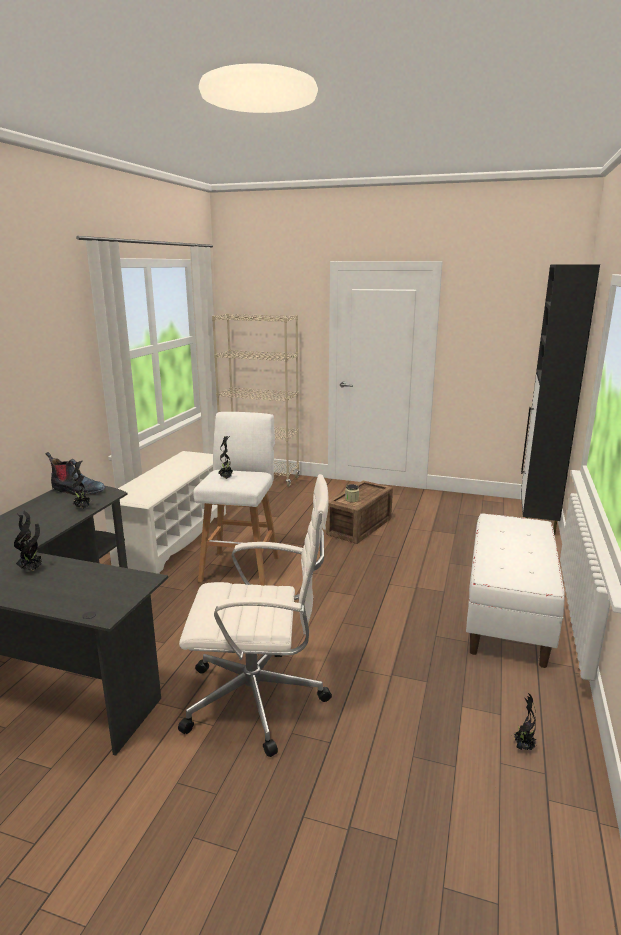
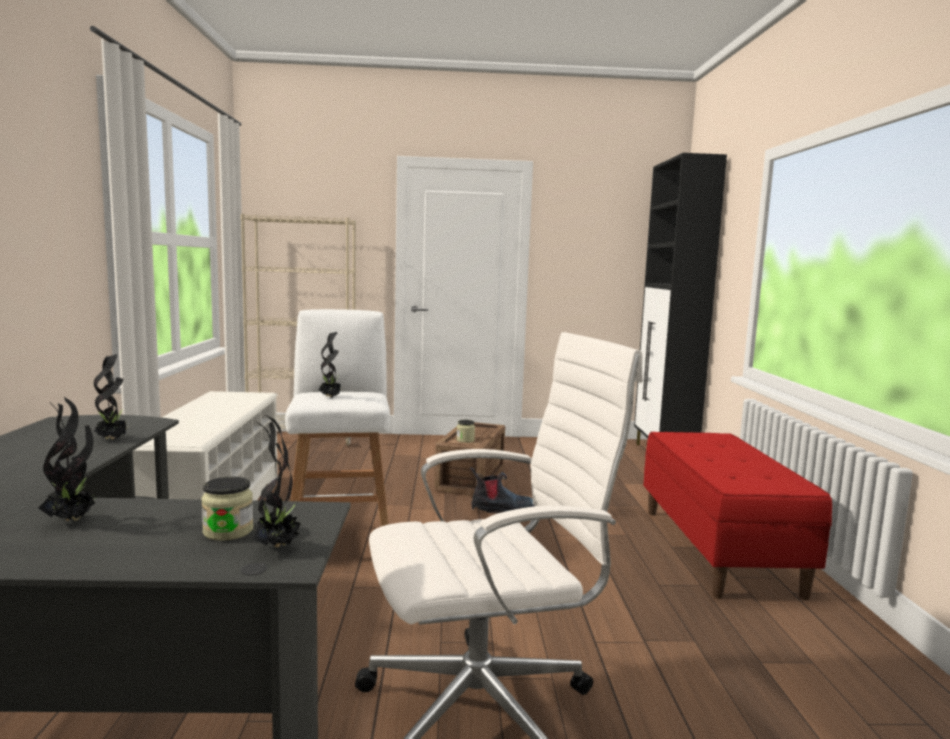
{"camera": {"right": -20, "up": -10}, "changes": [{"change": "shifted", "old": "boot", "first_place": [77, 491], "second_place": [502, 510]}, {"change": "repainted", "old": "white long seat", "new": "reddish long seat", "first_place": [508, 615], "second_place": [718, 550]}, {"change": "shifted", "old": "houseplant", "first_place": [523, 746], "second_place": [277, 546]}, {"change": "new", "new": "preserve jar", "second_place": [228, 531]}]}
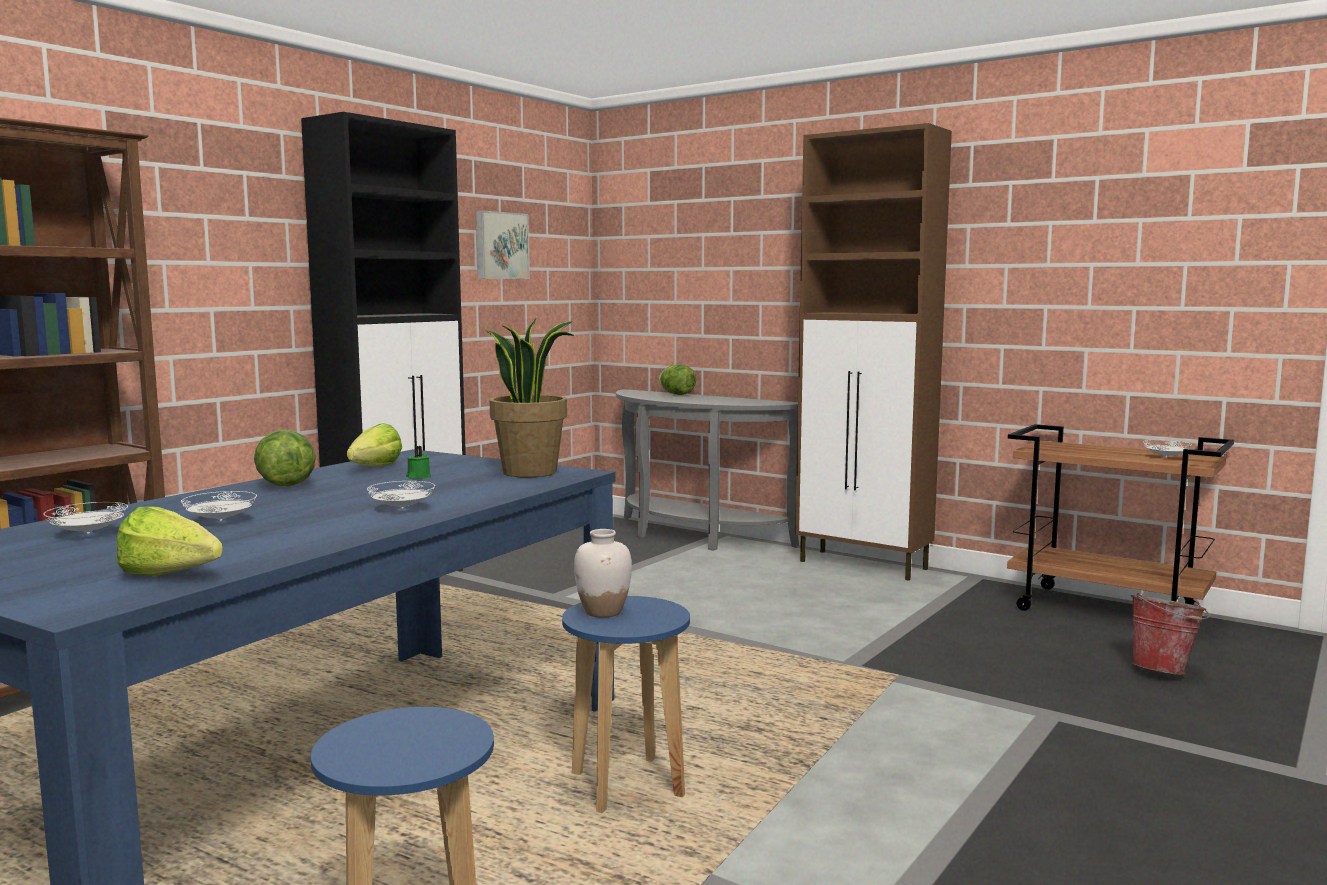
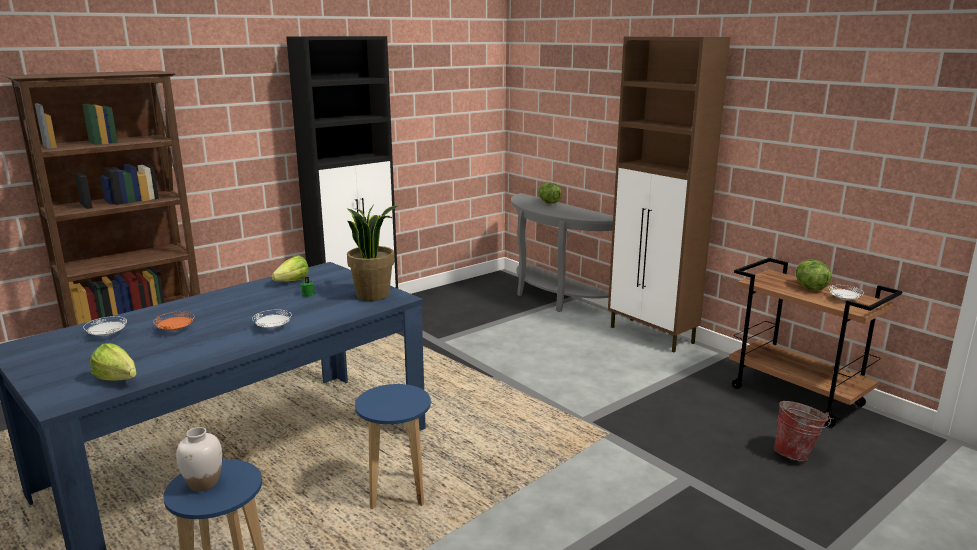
{"camera": {"right": 15, "up": 10}, "changes": [{"change": "gone", "old": "picture", "first_place": [500, 245]}, {"change": "shifted", "old": "lettuce", "first_place": [286, 484], "second_place": [810, 287]}, {"change": "repainted", "old": "white dinner plate", "new": "orange dinner plate", "first_place": [220, 521], "second_place": [175, 330]}, {"change": "shifted", "old": "white flower vase", "first_place": [603, 612], "second_place": [204, 484]}]}
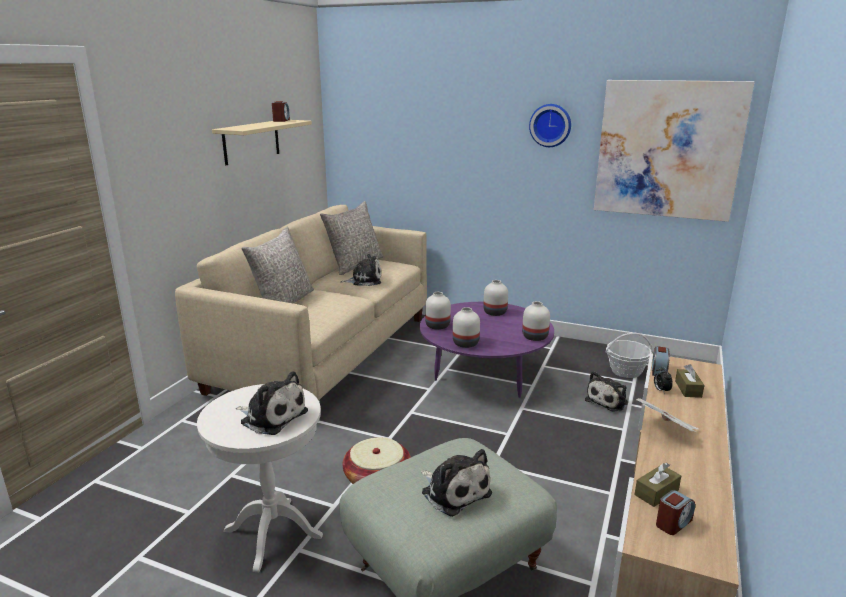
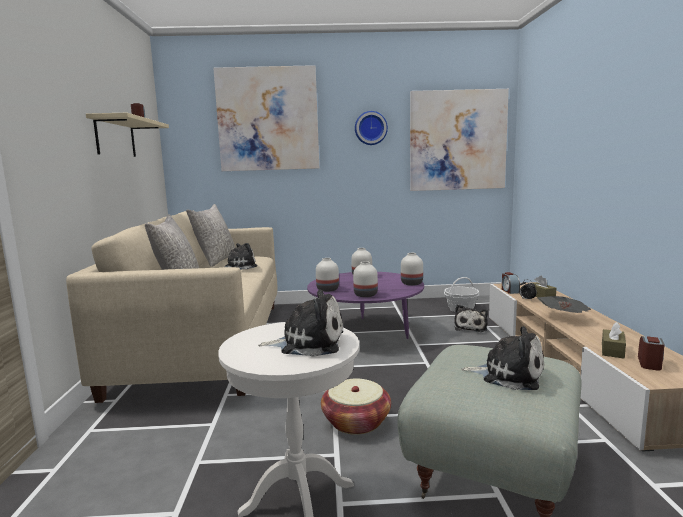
{"camera": {"right": -25, "up": -10}, "changes": [{"change": "new", "new": "picture", "second_place": [268, 119]}]}
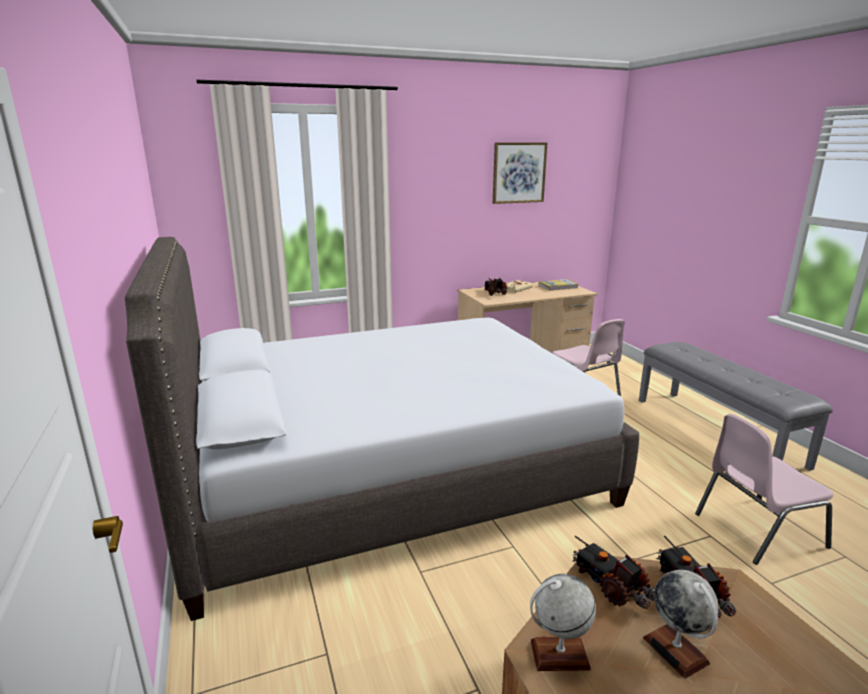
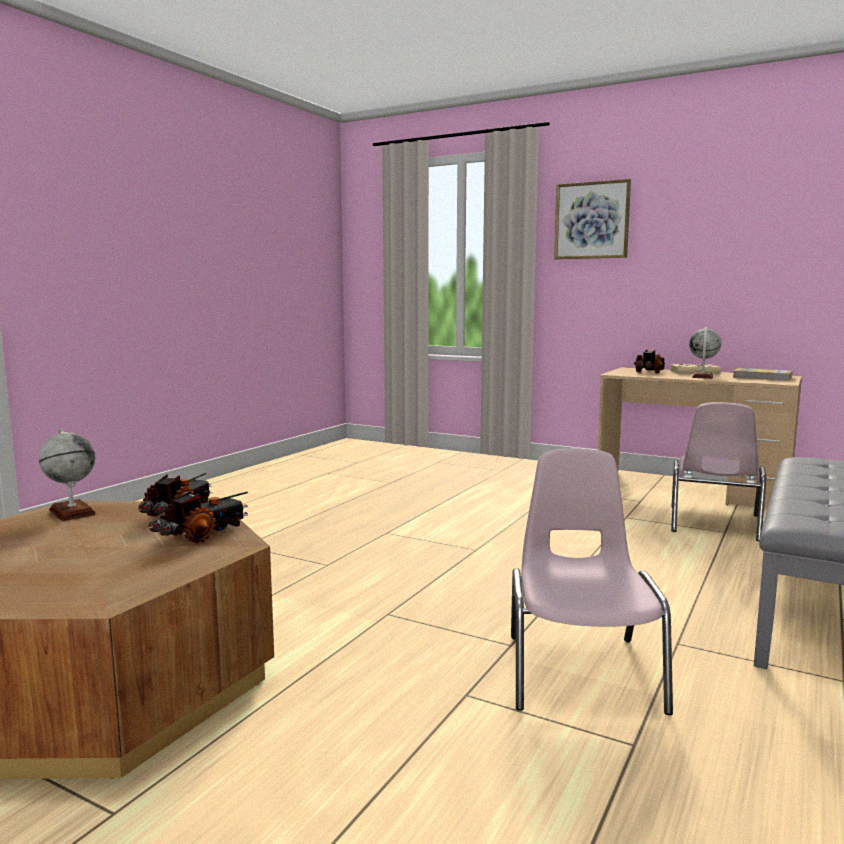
{"camera": {"right": 50, "up": -10}, "changes": [{"change": "shifted", "old": "picture", "first_place": [519, 173], "second_place": [591, 220]}, {"change": "gone", "old": "greyish bed", "first_place": [390, 473]}, {"change": "rotated", "old": "pinkish upright chair", "first_place": [756, 529], "second_place": [581, 671], "degrees": 60}, {"change": "shifted", "old": "world globe", "first_place": [676, 650], "second_place": [702, 376]}]}
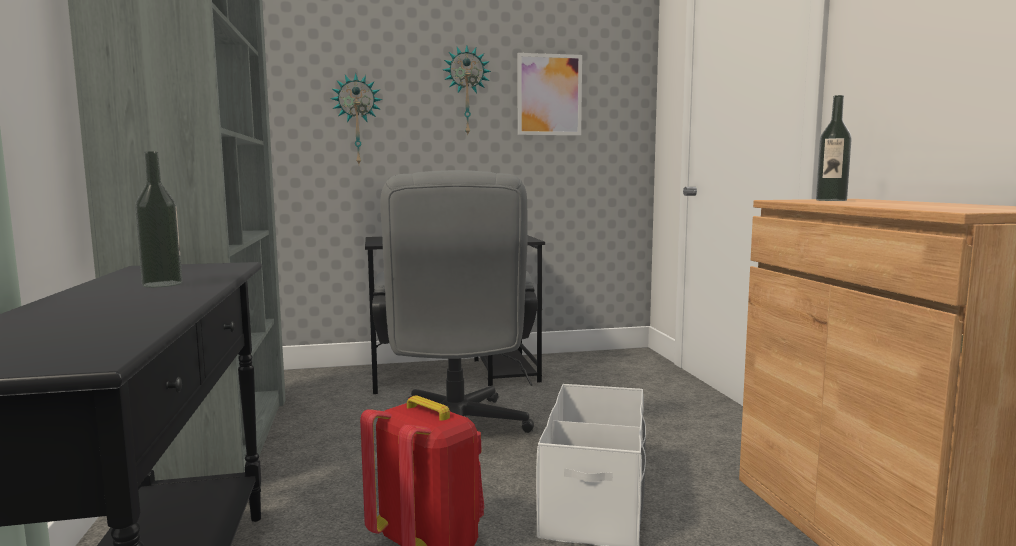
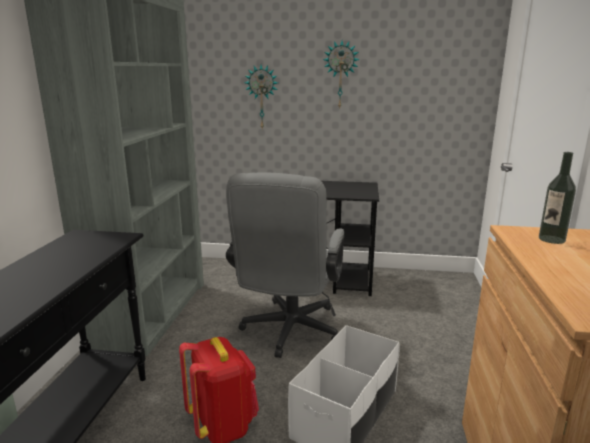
{"camera": {"right": 20, "up": 10}, "changes": [{"change": "gone", "old": "picture", "first_place": [549, 95]}, {"change": "gone", "old": "bottle", "first_place": [162, 284]}]}
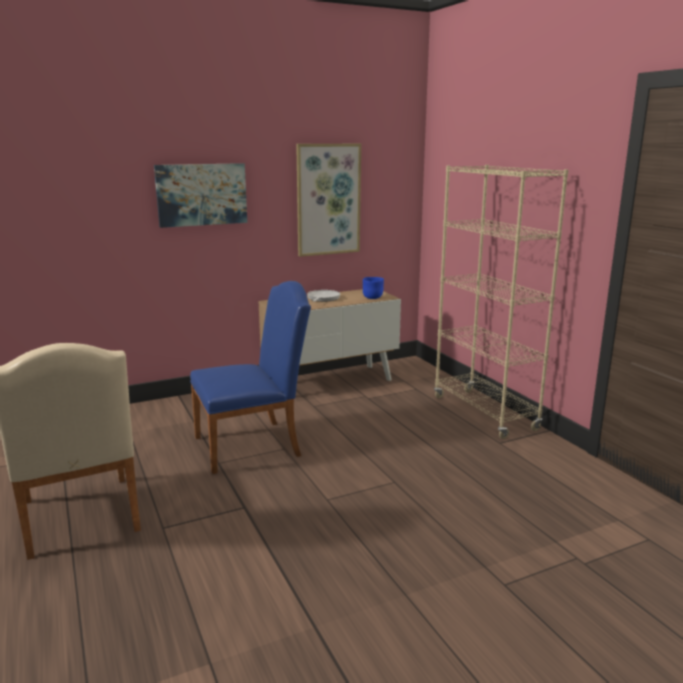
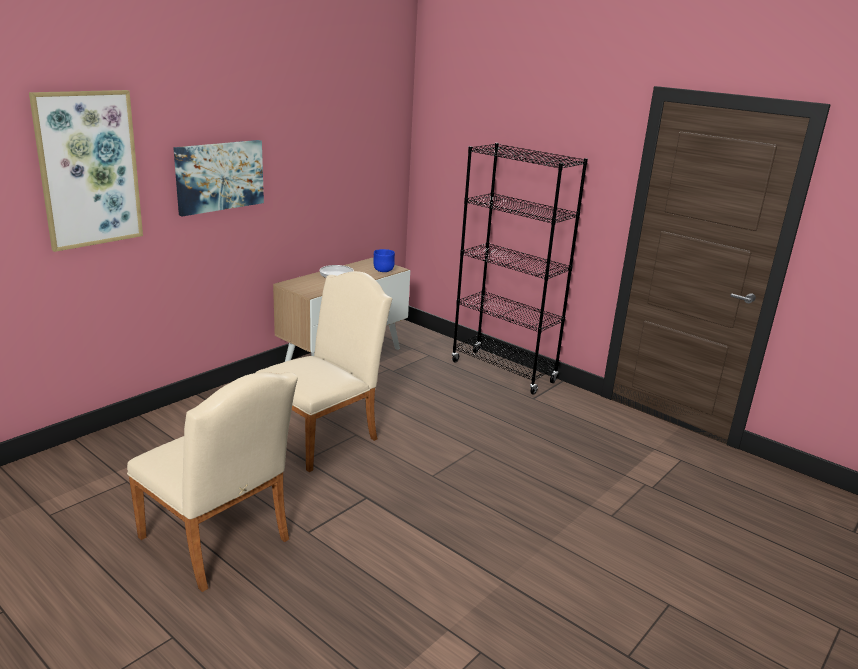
{"camera": {"right": -25, "up": 5}, "changes": [{"change": "shifted", "old": "picture", "first_place": [328, 200], "second_place": [89, 169]}, {"change": "repainted", "old": "beige bookcase", "new": "black bookcase", "first_place": [484, 413], "second_place": [503, 372]}, {"change": "repainted", "old": "bluish upright chair", "new": "beige upright chair", "first_place": [254, 445], "second_place": [324, 435]}]}
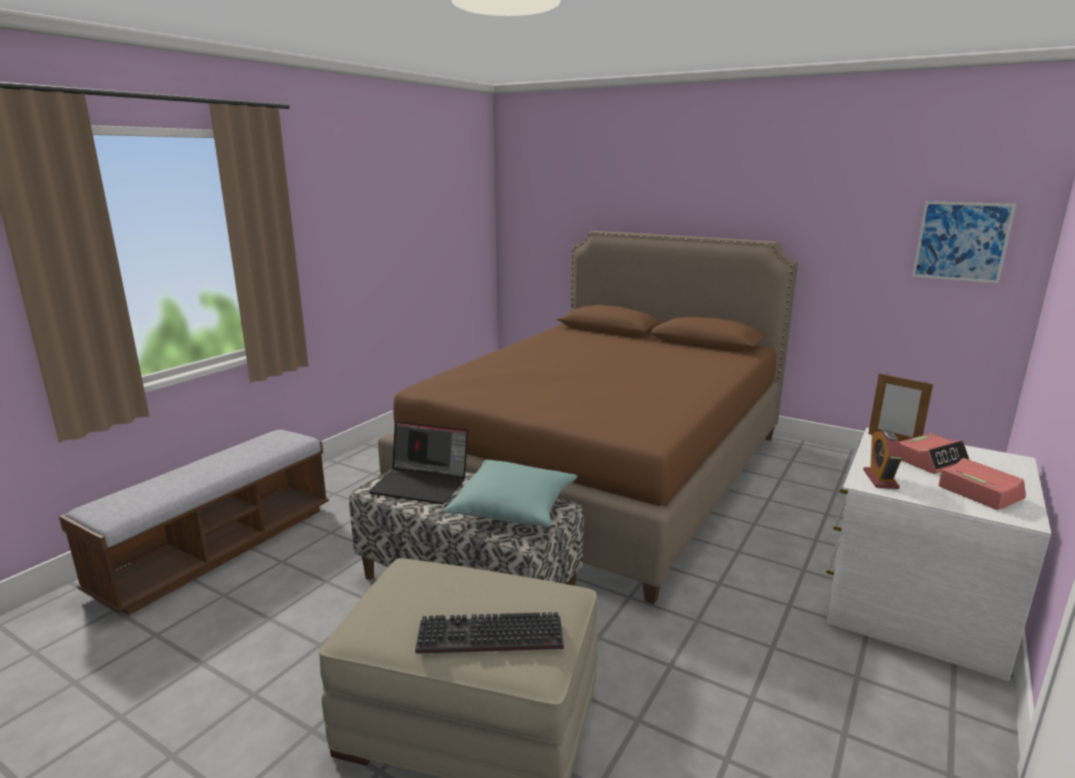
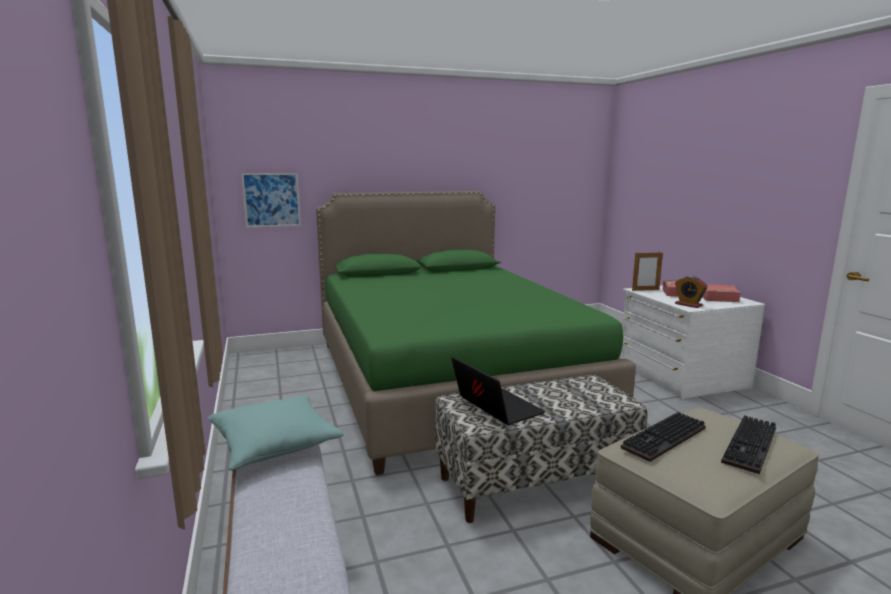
{"camera": {"right": -50, "up": -5}, "changes": [{"change": "shifted", "old": "picture", "first_place": [961, 241], "second_place": [271, 200]}, {"change": "repainted", "old": "brown bed", "new": "greenish bed", "first_place": [603, 471], "second_place": [447, 381]}, {"change": "rotated", "old": "portable computer", "first_place": [422, 484], "second_place": [495, 407], "degrees": -90}, {"change": "shifted", "old": "turquoise-coloured cushion", "first_place": [513, 509], "second_place": [275, 444]}, {"change": "new", "new": "keyboard", "second_place": [665, 439]}]}
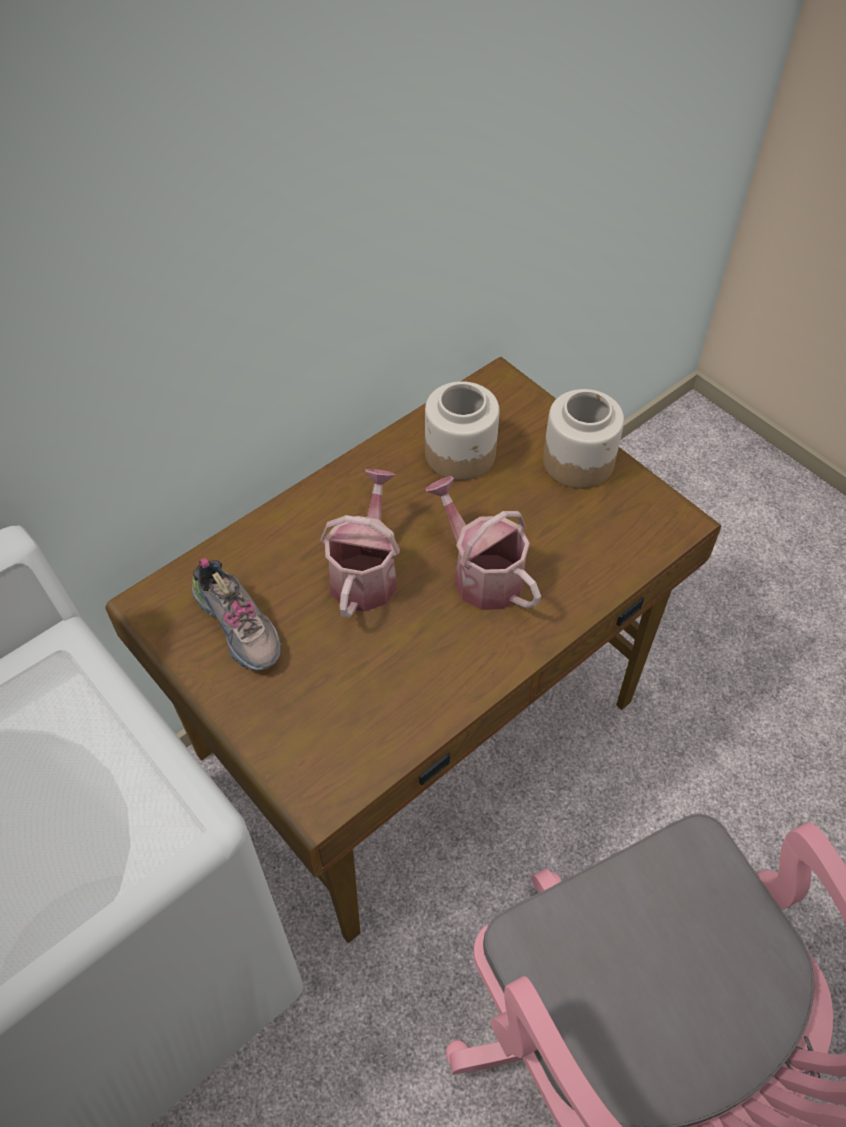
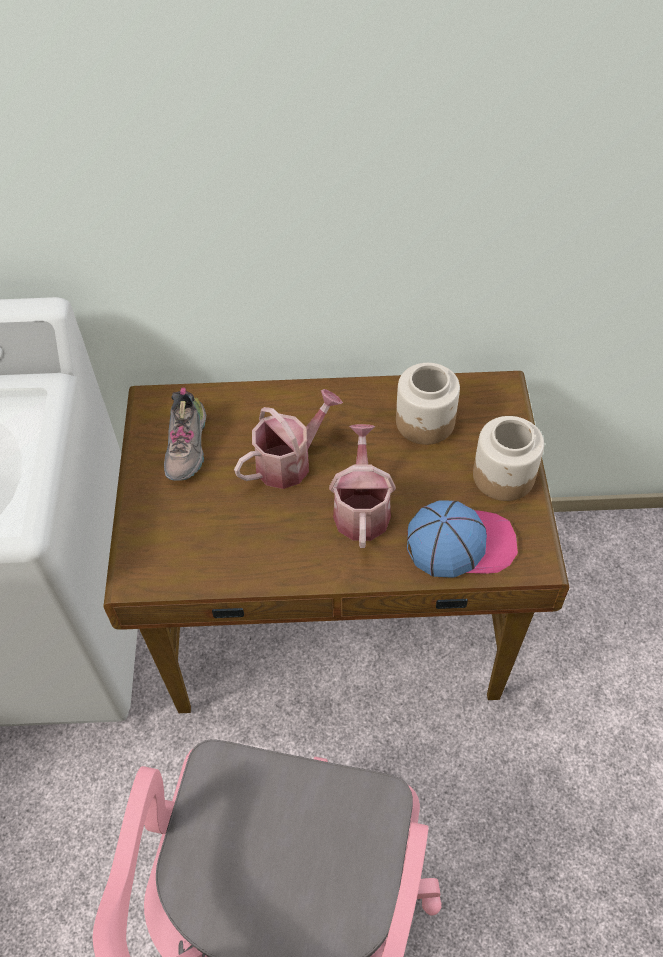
{"camera": {"right": 40, "up": 0}, "changes": [{"change": "new", "new": "cap", "second_place": [461, 543]}]}
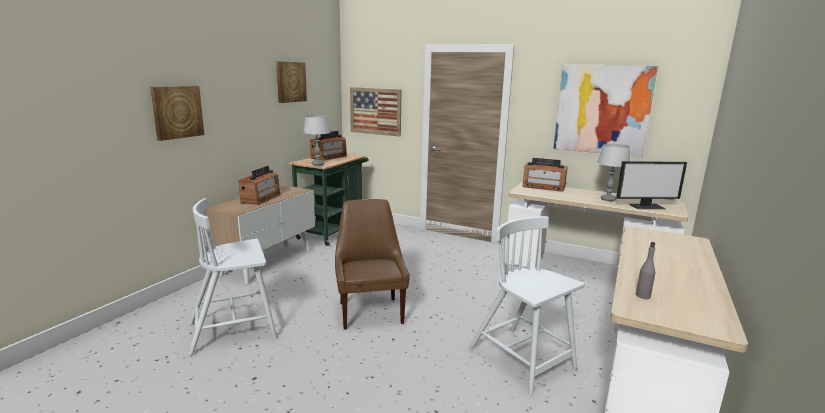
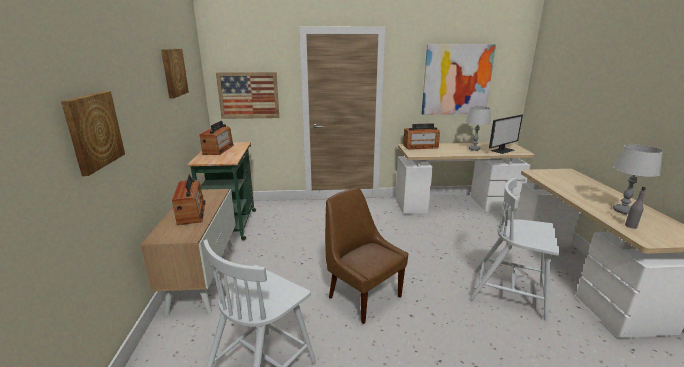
{"camera": {"right": -30, "up": 5}, "changes": [{"change": "shifted", "old": "greyish table lamp", "first_place": [317, 164], "second_place": [622, 211]}]}
